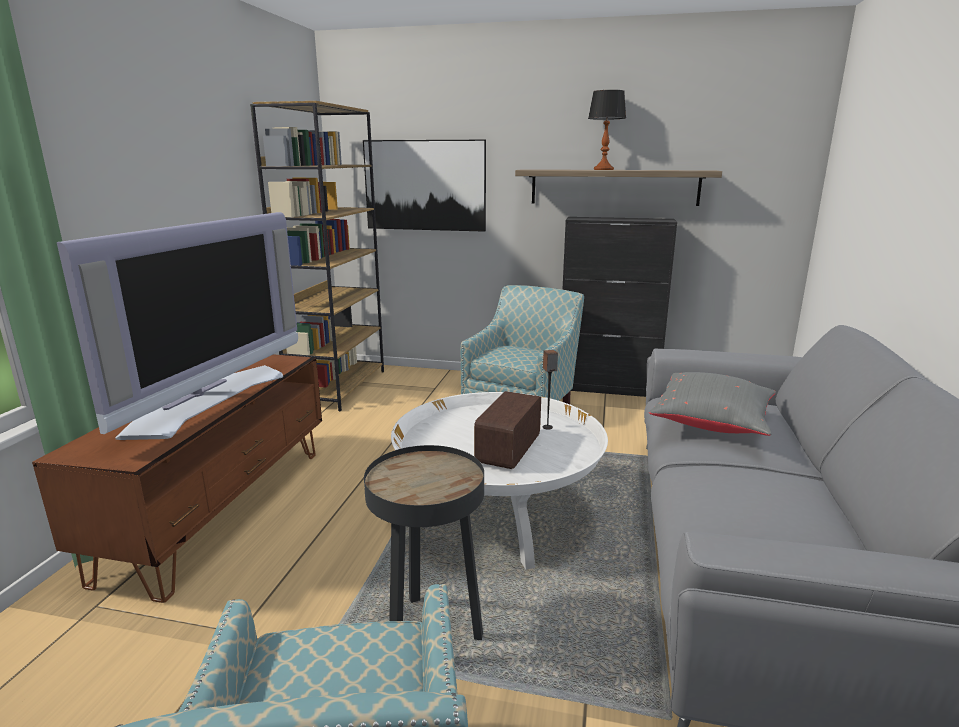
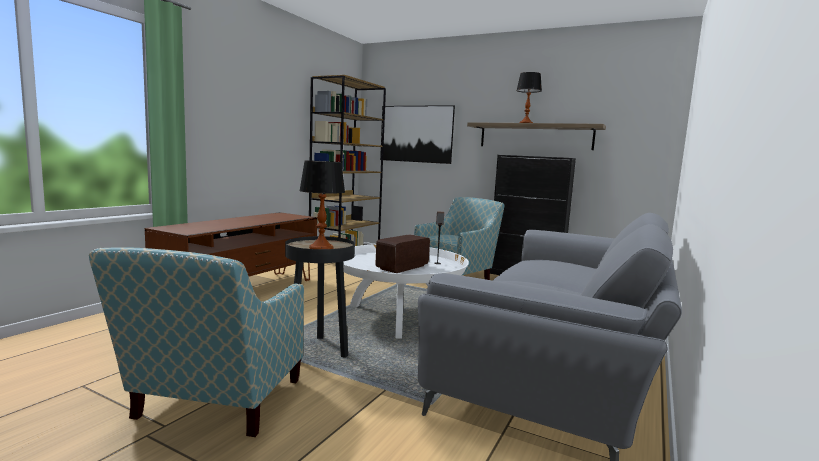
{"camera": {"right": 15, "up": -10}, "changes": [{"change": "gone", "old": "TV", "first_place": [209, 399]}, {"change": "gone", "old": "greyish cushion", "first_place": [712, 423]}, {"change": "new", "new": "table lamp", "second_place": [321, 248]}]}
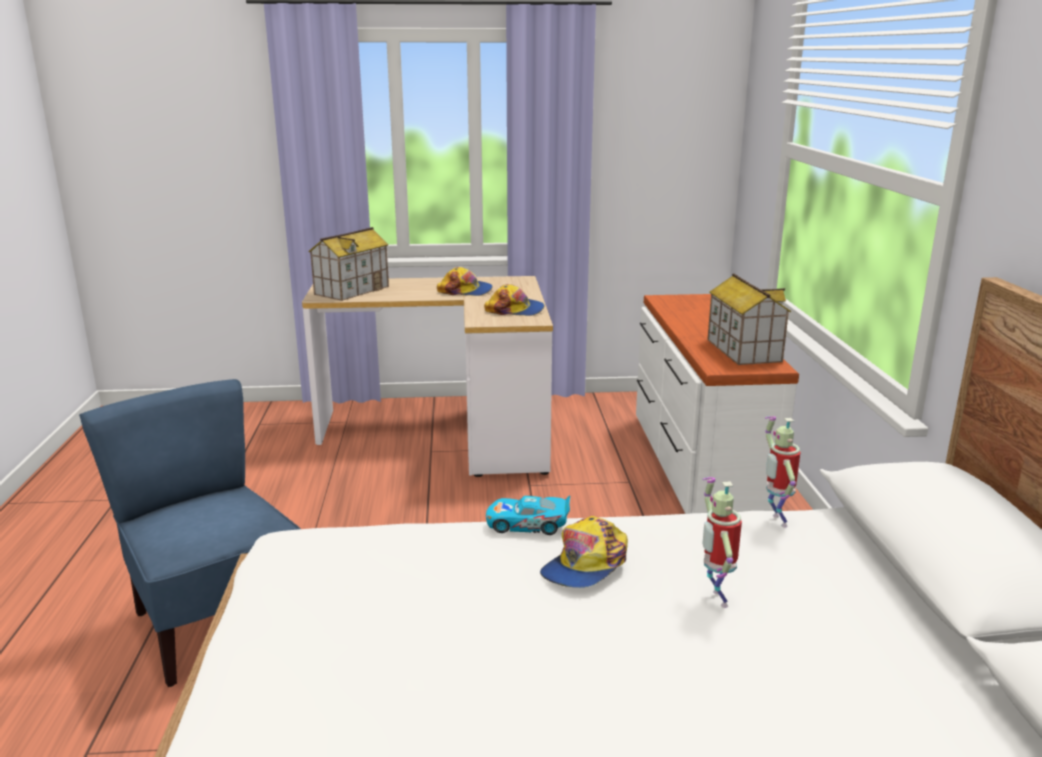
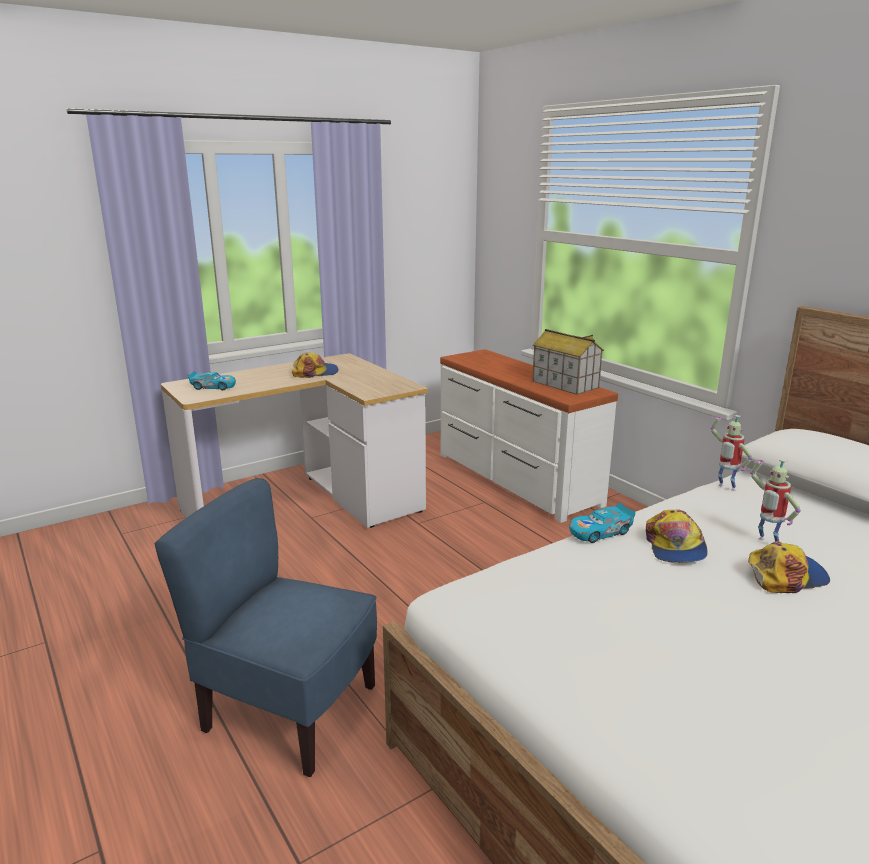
{"camera": {"right": -30, "up": 0}, "changes": [{"change": "swapped", "old": "toy house", "new": "miniature car", "first_place": [352, 290], "second_place": [213, 387]}, {"change": "shifted", "old": "cap", "first_place": [515, 310], "second_place": [786, 575]}]}
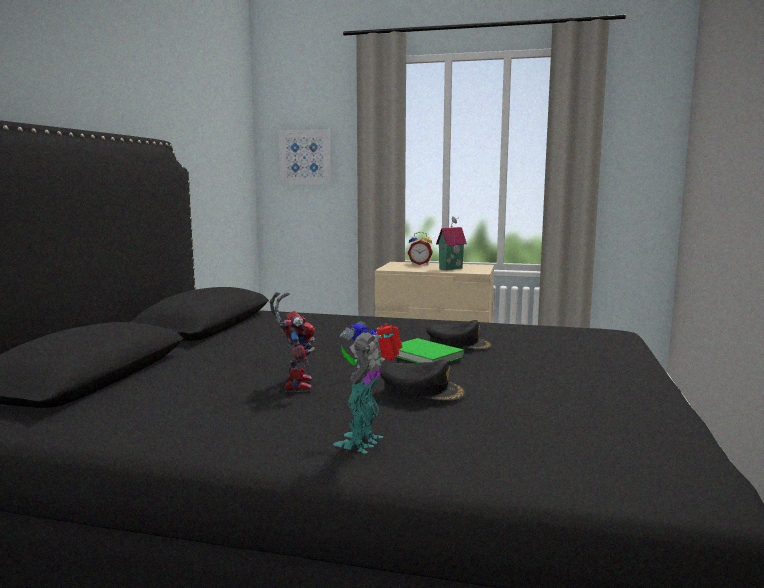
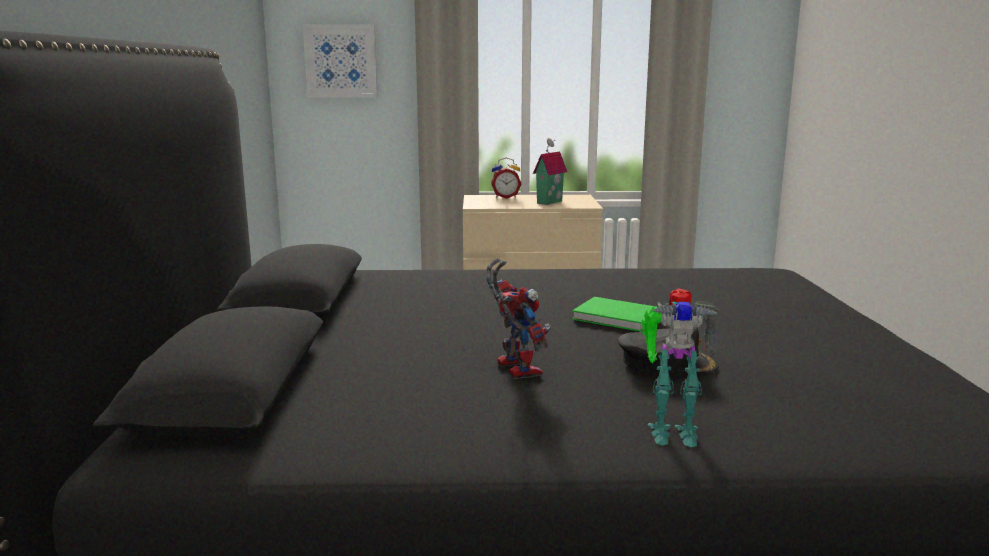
{"camera": {"right": -15, "up": 5}, "changes": [{"change": "gone", "old": "black cap", "first_place": [458, 344]}, {"change": "rotated", "old": "model robot", "first_place": [365, 442], "second_place": [671, 431], "degrees": -90}]}
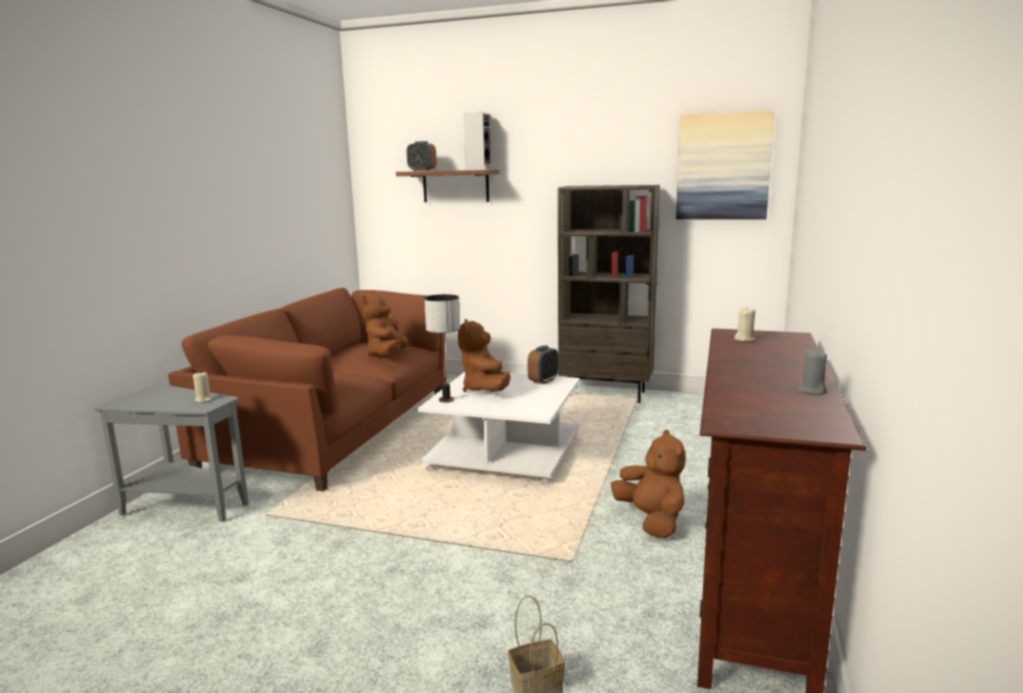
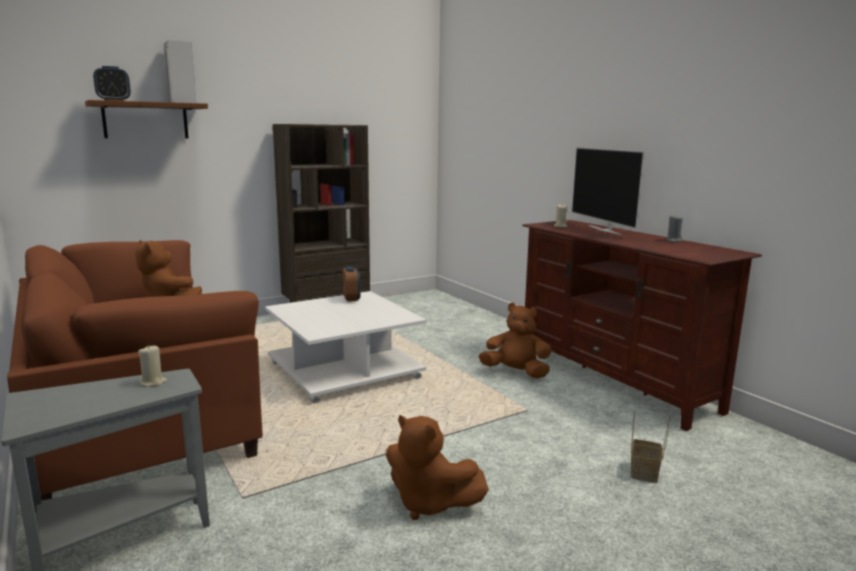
{"camera": {"right": -50, "up": 0}, "changes": [{"change": "gone", "old": "picture", "first_place": [723, 167]}, {"change": "gone", "old": "table lamp", "first_place": [446, 400]}, {"change": "shifted", "old": "brown plush toy", "first_place": [485, 390], "second_place": [429, 503]}, {"change": "new", "new": "TV", "second_place": [605, 230]}]}
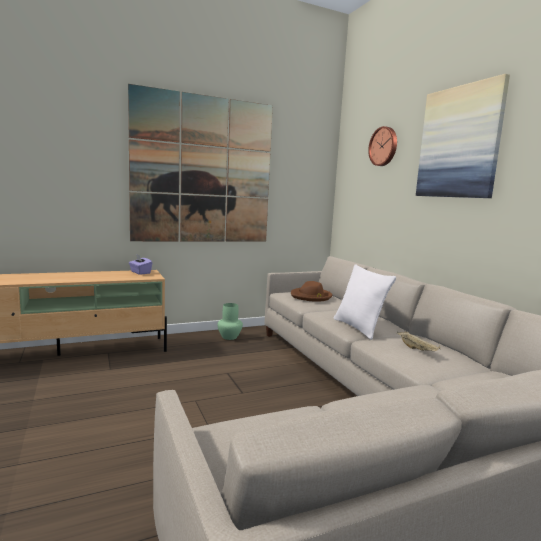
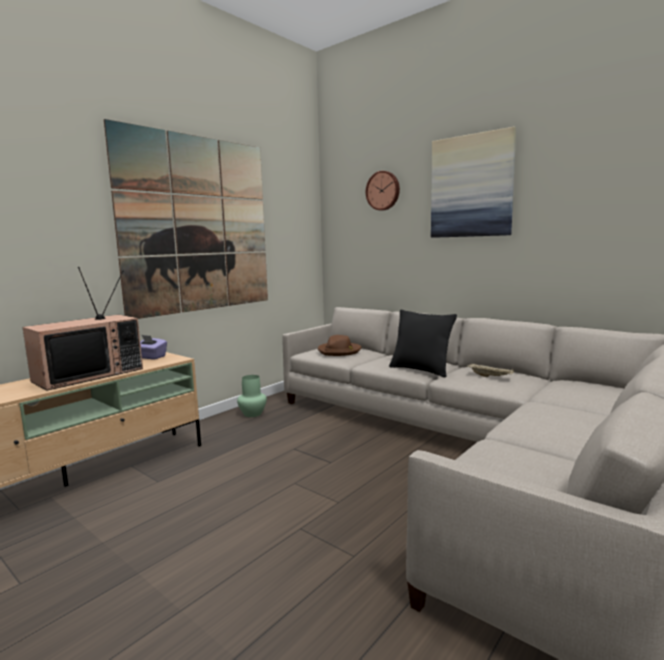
{"camera": {"right": -25, "up": 0}, "changes": [{"change": "repainted", "old": "white cushion", "new": "black cushion", "first_place": [358, 328], "second_place": [420, 370]}, {"change": "new", "new": "TV", "second_place": [89, 374]}]}
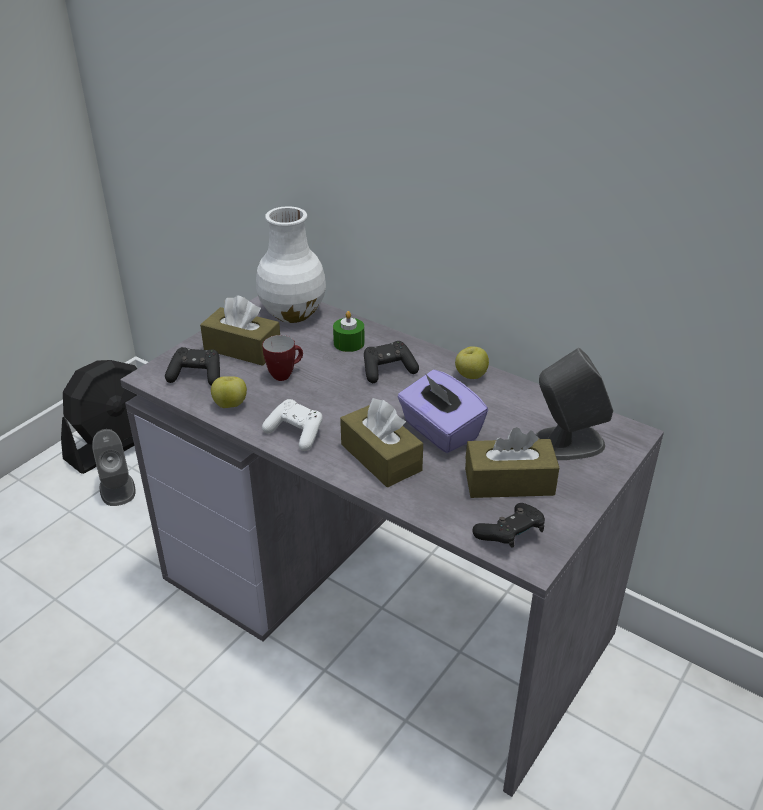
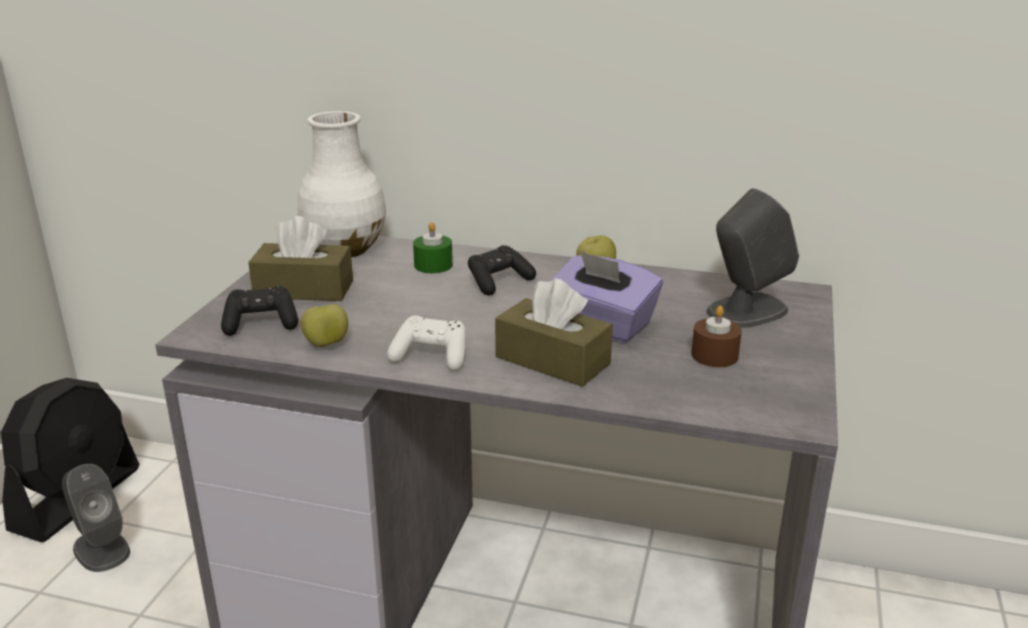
{"camera": {"right": -20, "up": -10}, "changes": [{"change": "gone", "old": "coffee mug", "first_place": [285, 374]}, {"change": "swapped", "old": "brown tissue holder", "new": "brown wax light", "first_place": [509, 482], "second_place": [714, 355]}, {"change": "gone", "old": "black joypad", "first_place": [510, 535]}]}
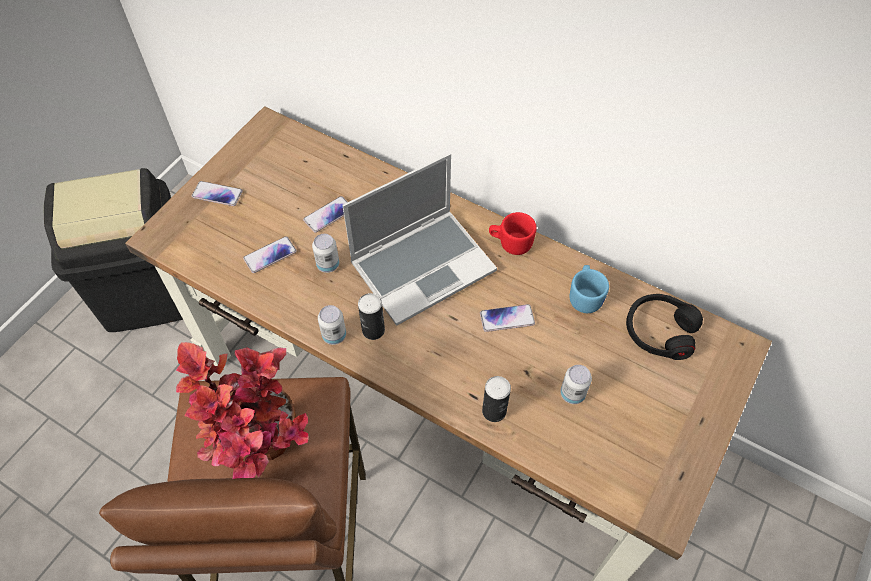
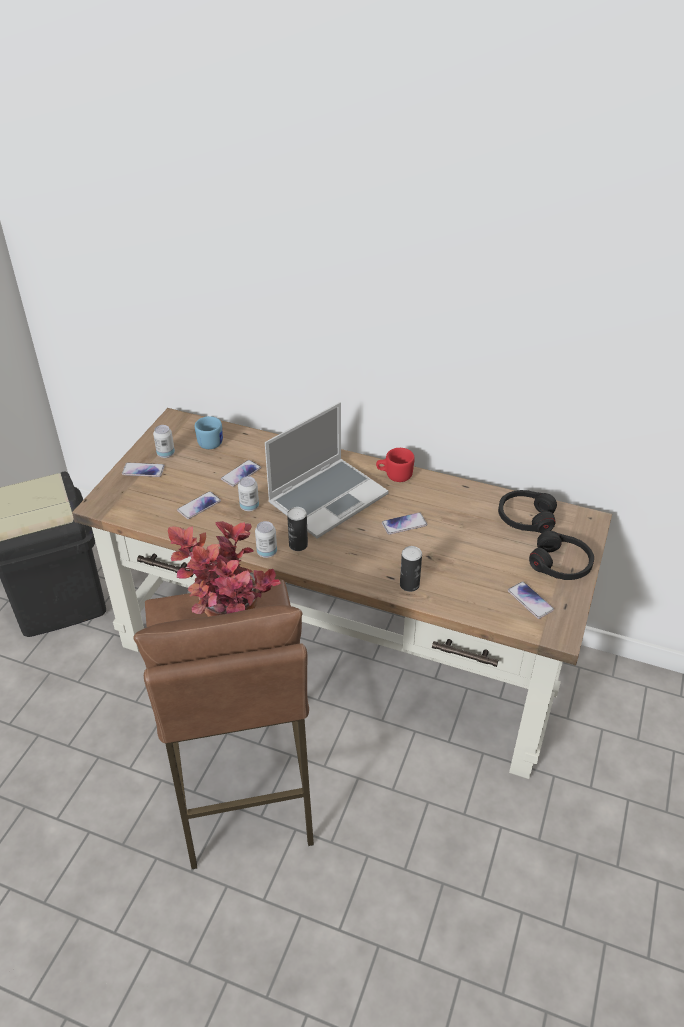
{"camera": {"right": -10, "up": -15}, "changes": [{"change": "shifted", "old": "bluish coffee mug", "first_place": [585, 296], "second_place": [210, 441]}, {"change": "shifted", "old": "metal can", "first_place": [572, 394], "second_place": [166, 454]}, {"change": "new", "new": "black pair of headphones", "second_place": [560, 564]}, {"change": "new", "new": "phone", "second_place": [530, 600]}]}
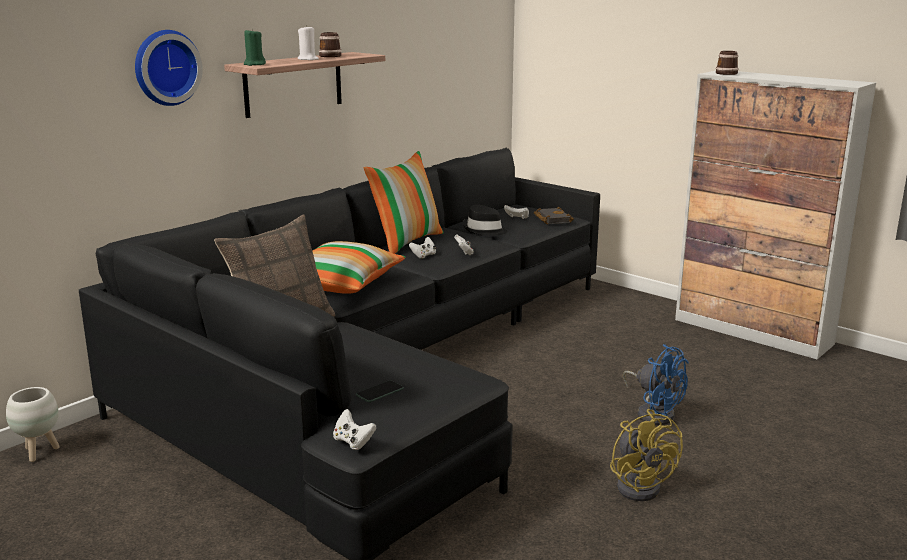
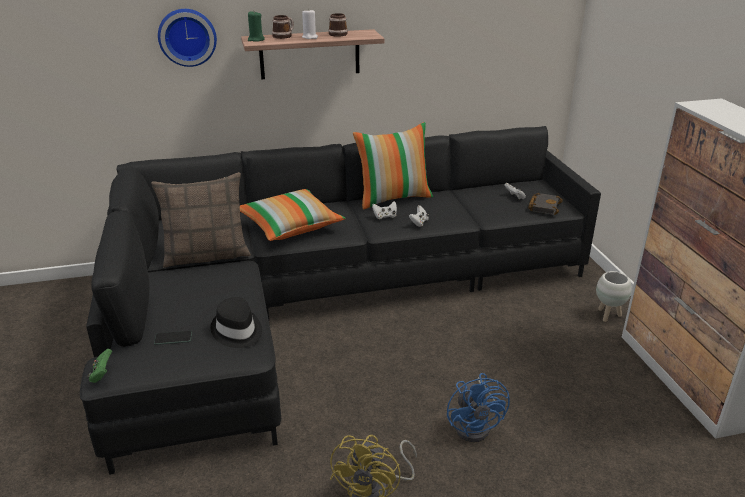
{"camera": {"right": 35, "up": 10}, "changes": [{"change": "shifted", "old": "coffee mug", "first_place": [725, 73], "second_place": [284, 36]}, {"change": "shifted", "old": "black clothing hat", "first_place": [484, 230], "second_place": [237, 331]}, {"change": "shifted", "old": "white plant pot", "first_place": [39, 452], "second_place": [608, 315]}, {"change": "repainted", "old": "white joypad", "new": "greenish joypad", "first_place": [353, 442], "second_place": [102, 374]}]}
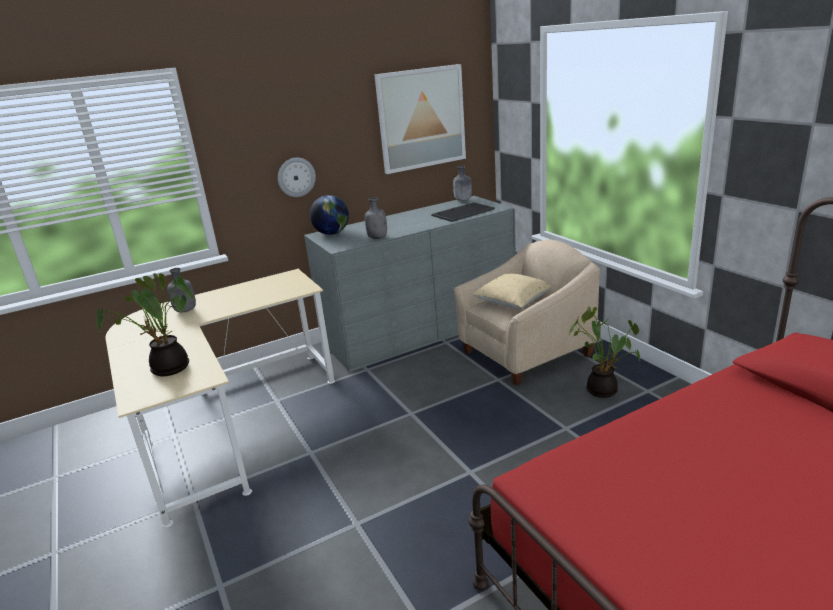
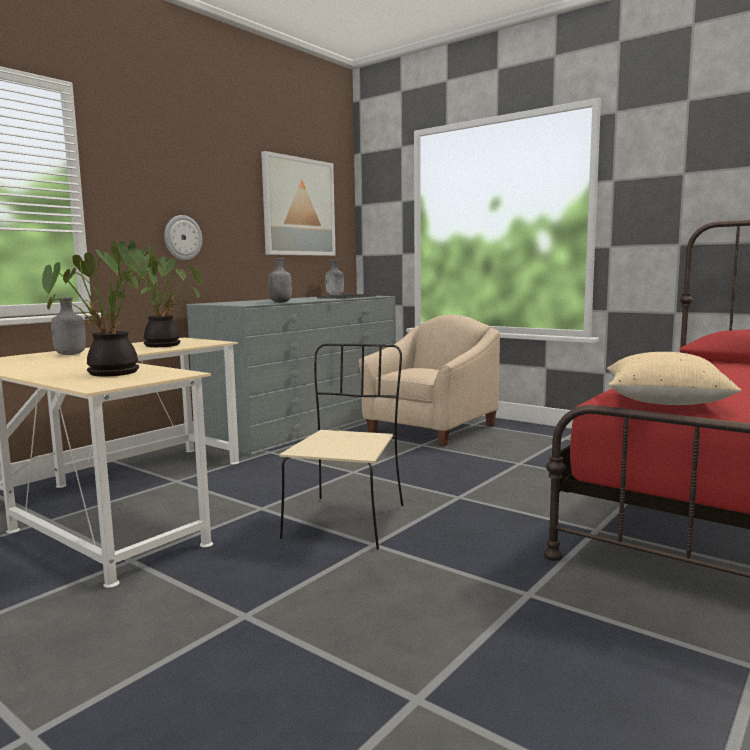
{"camera": {"right": -25, "up": -15}, "changes": [{"change": "gone", "old": "world globe", "first_place": [332, 233]}, {"change": "shifted", "old": "beige cushion", "first_place": [513, 302], "second_place": [665, 402]}, {"change": "shifted", "old": "houseplant", "first_place": [603, 389], "second_place": [164, 345]}, {"change": "new", "new": "beige upright chair", "second_place": [346, 520]}]}
